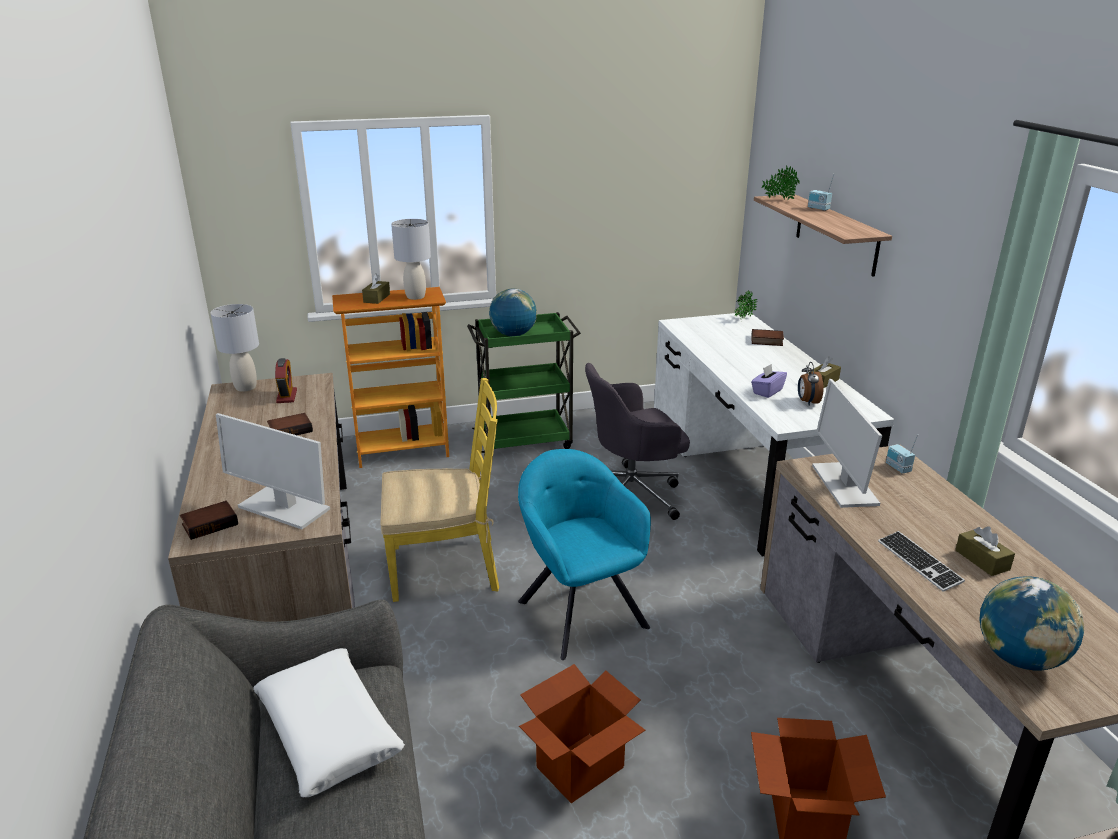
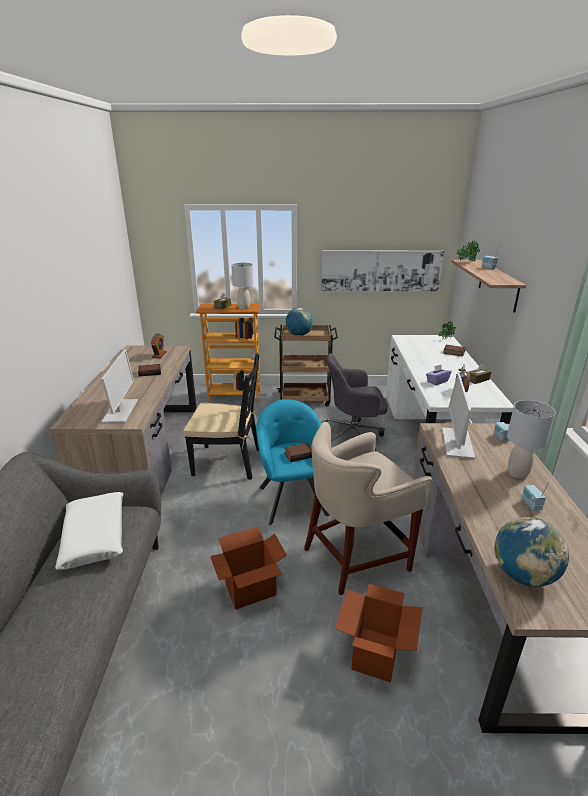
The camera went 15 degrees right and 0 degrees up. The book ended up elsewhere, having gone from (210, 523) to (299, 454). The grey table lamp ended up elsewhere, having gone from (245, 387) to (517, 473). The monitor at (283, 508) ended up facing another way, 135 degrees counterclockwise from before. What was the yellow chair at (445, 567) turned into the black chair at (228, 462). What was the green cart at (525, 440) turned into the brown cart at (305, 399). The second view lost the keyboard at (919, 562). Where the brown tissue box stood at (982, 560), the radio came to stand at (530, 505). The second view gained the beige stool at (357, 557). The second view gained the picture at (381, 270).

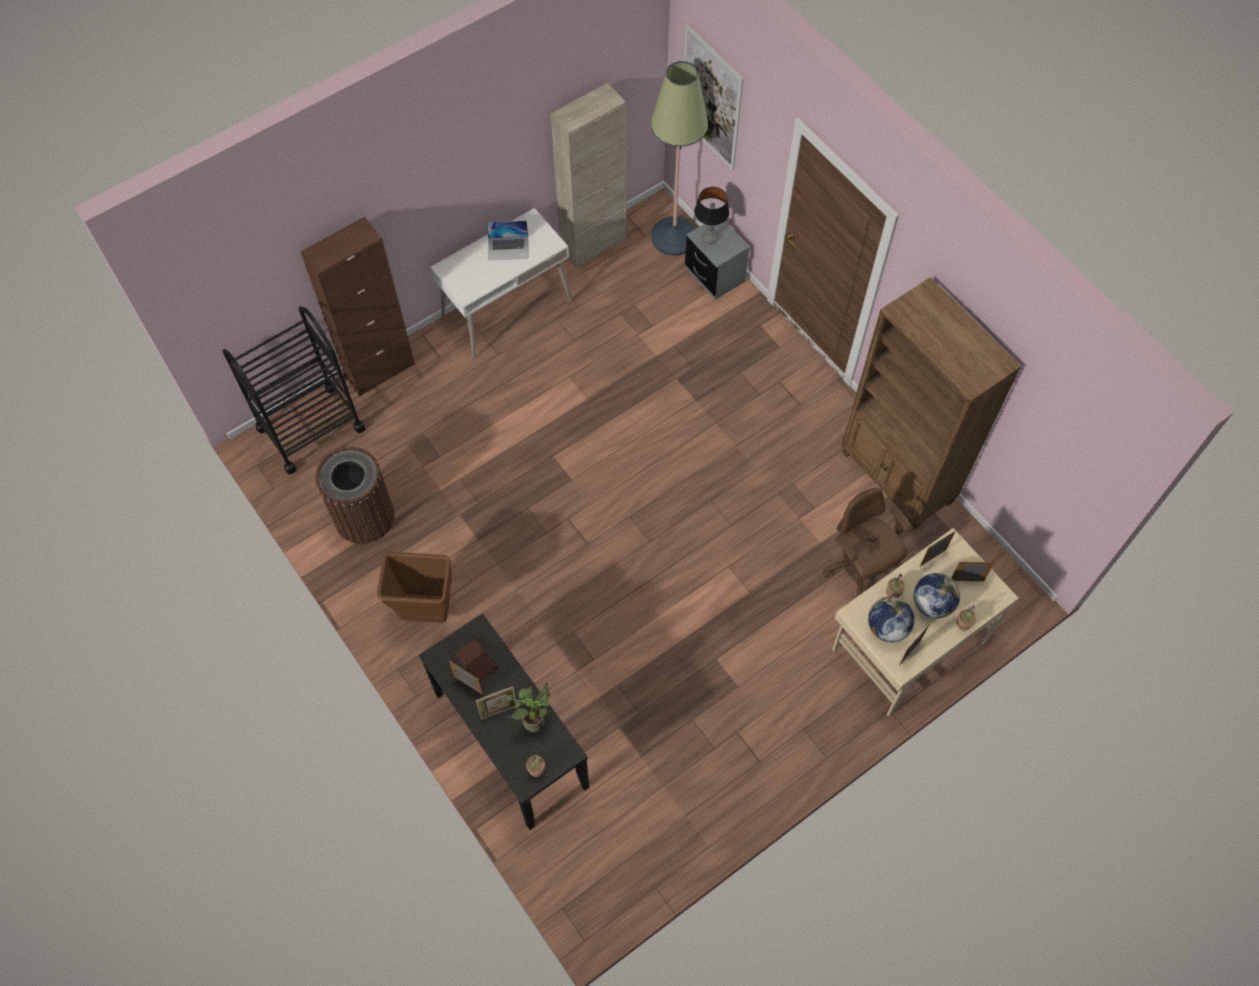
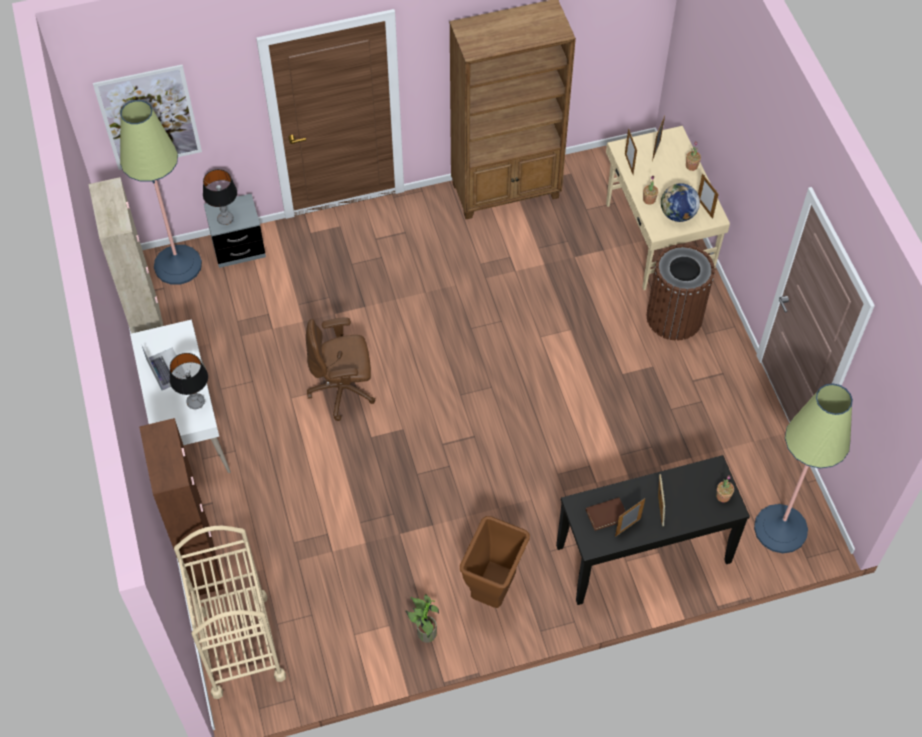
The camera went 70 degrees left and 5 degrees down. What was the black cart at (311, 428) turned into the beige cart at (239, 645). The brown trash can ended up elsewhere, having gone from (364, 517) to (674, 317). The laptop at (508, 248) ended up facing another way, 45 degrees counterclockwise from before. The potted plant ended up elsewhere, having gone from (534, 719) to (424, 633). The brown office chair ended up elsewhere, having gone from (859, 567) to (343, 390). The second view lost the globe at (932, 603). The second view gained the table lamp at (195, 402). The second view gained the floor lamp at (780, 529).

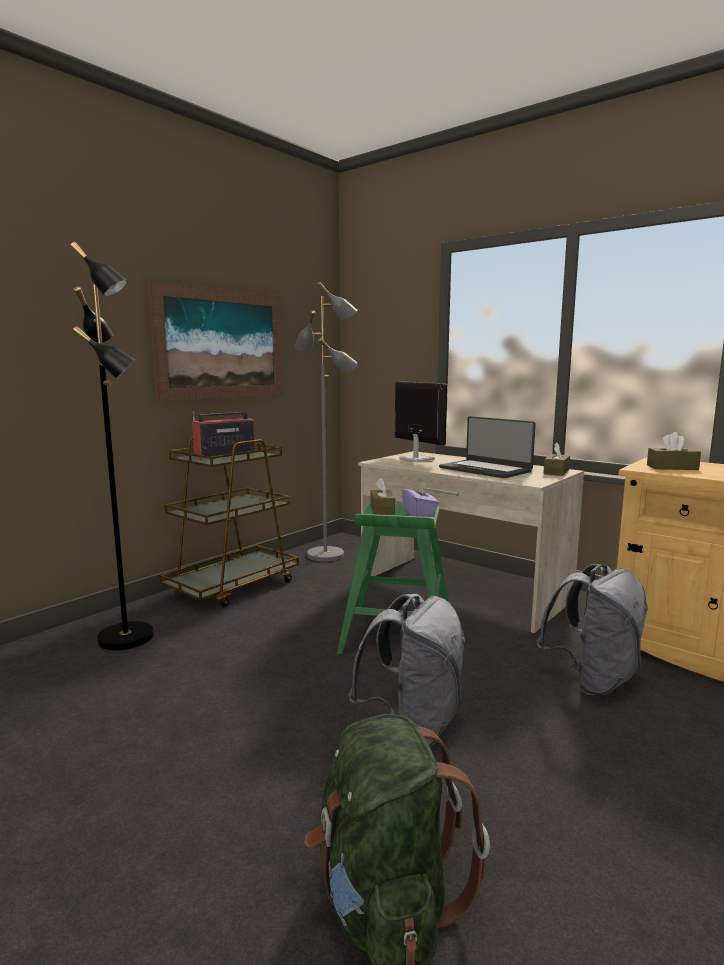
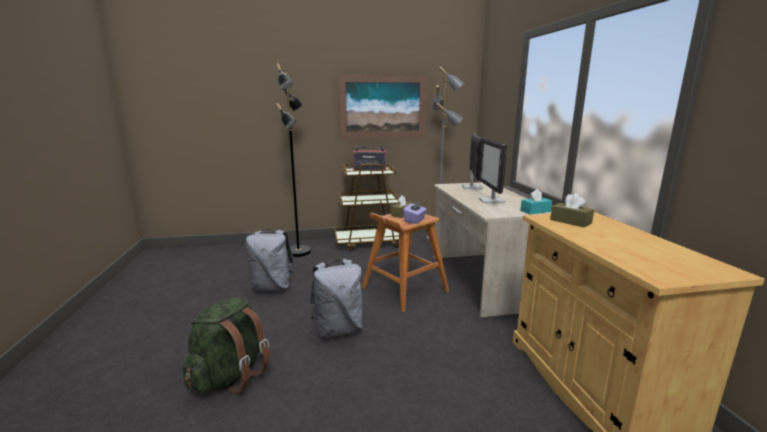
The camera went 40 degrees right and 5 degrees up. What was the green stool at (397, 634) turned into the brown stool at (404, 289). Where the laptop stood at (485, 469), the monitor came to stand at (492, 201). The grey backpack ended up elsewhere, having gone from (593, 680) to (272, 287). What was the brown tissue box at (556, 472) turned into the turquoise tissue box at (535, 211).

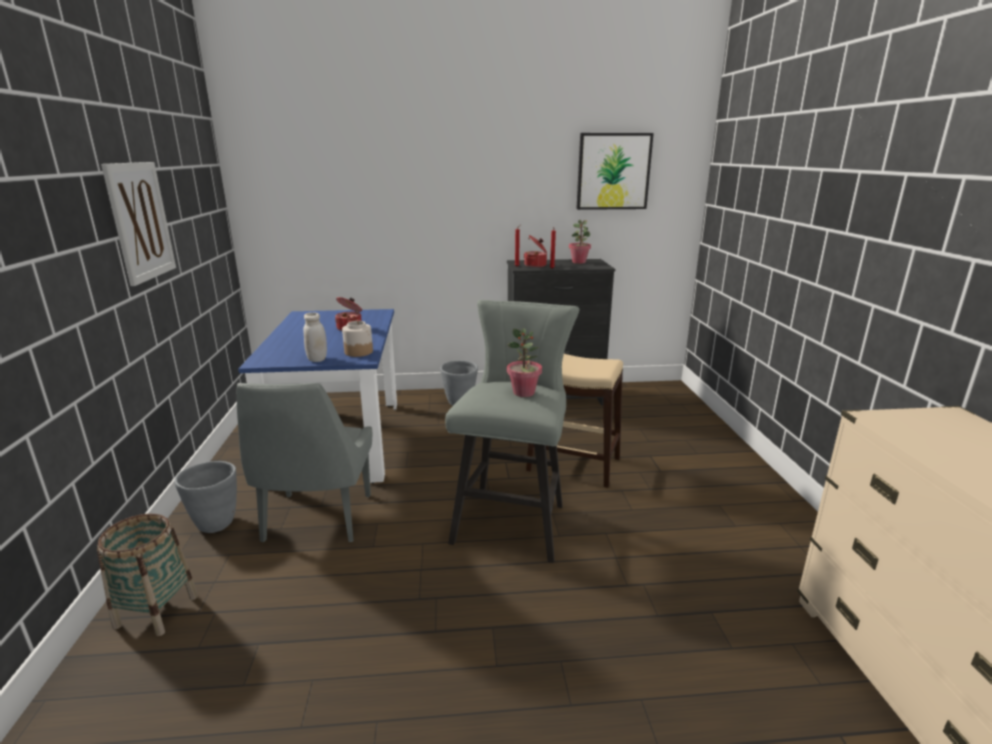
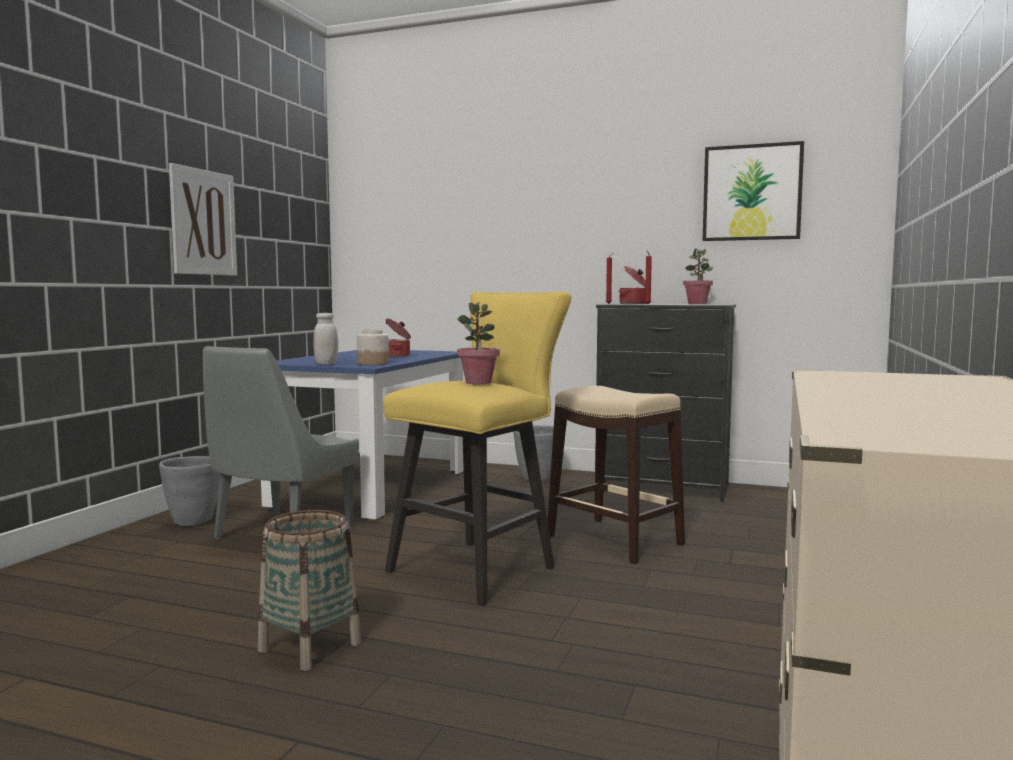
The camera went 25 degrees right and 15 degrees down. The basket ended up elsewhere, having gone from (156, 611) to (310, 647). What was the grey stool at (513, 519) turned into the yellow stool at (480, 567).

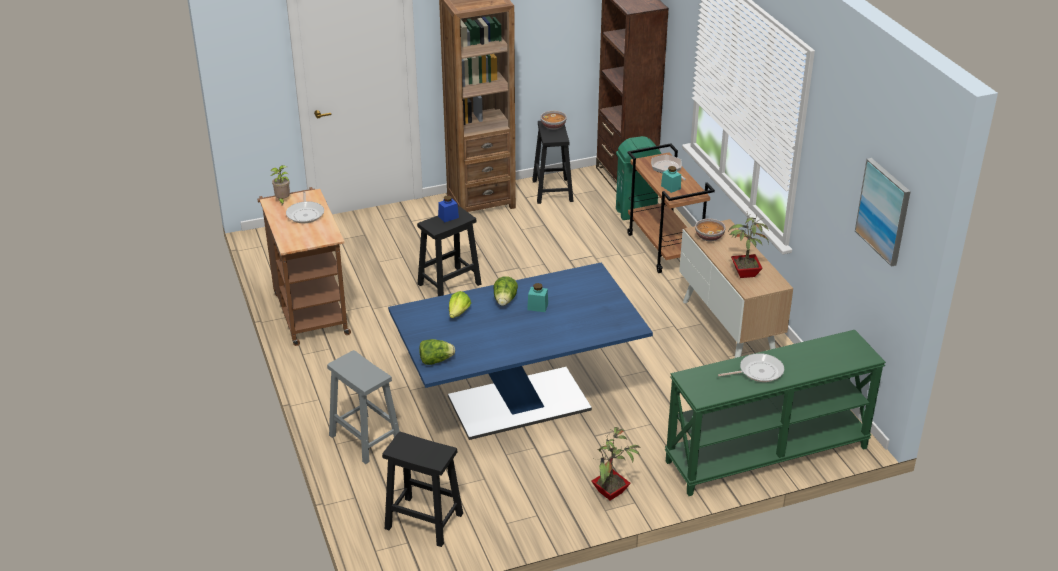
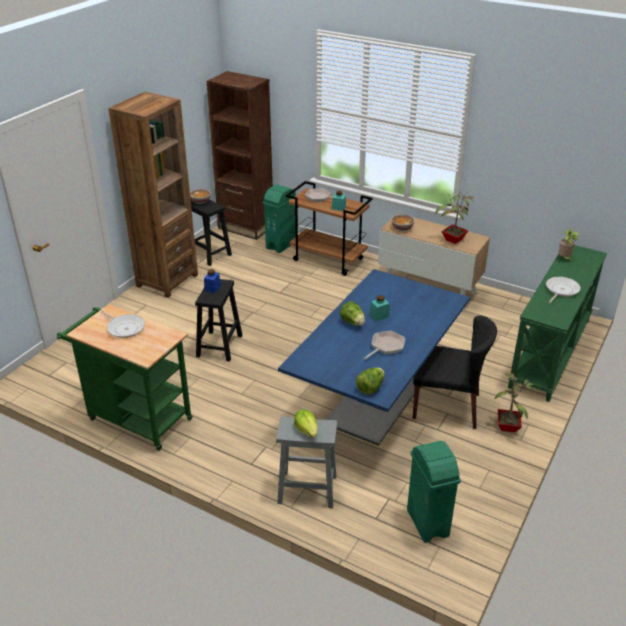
The camera went 40 degrees left and 0 degrees up. What was the brown cart at (309, 310) turned into the green cart at (135, 418). The potted plant ended up elsewhere, having gone from (282, 201) to (564, 259). Where the black stool stood at (422, 521), the green trash can came to stand at (427, 523). The lettuce ended up elsewhere, having gone from (458, 313) to (307, 430). The second view lost the picture at (884, 211). The second view gained the frying pan at (386, 346). The second view gained the black chair at (447, 406).

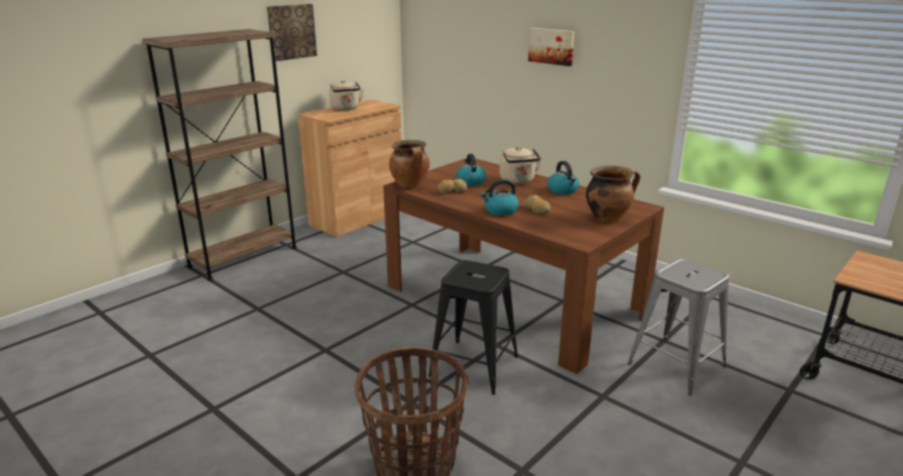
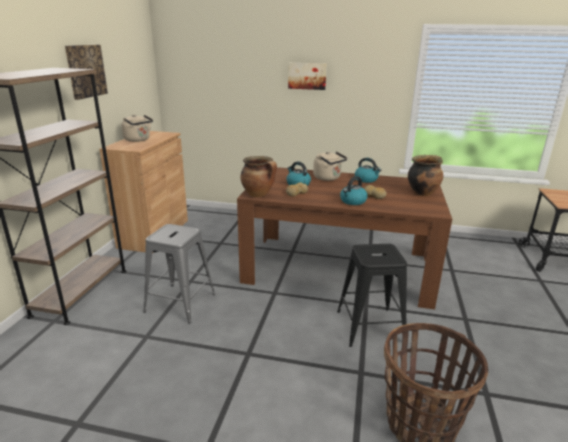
The camera went 30 degrees left and 0 degrees up. The grey stool ended up elsewhere, having gone from (676, 364) to (180, 302).

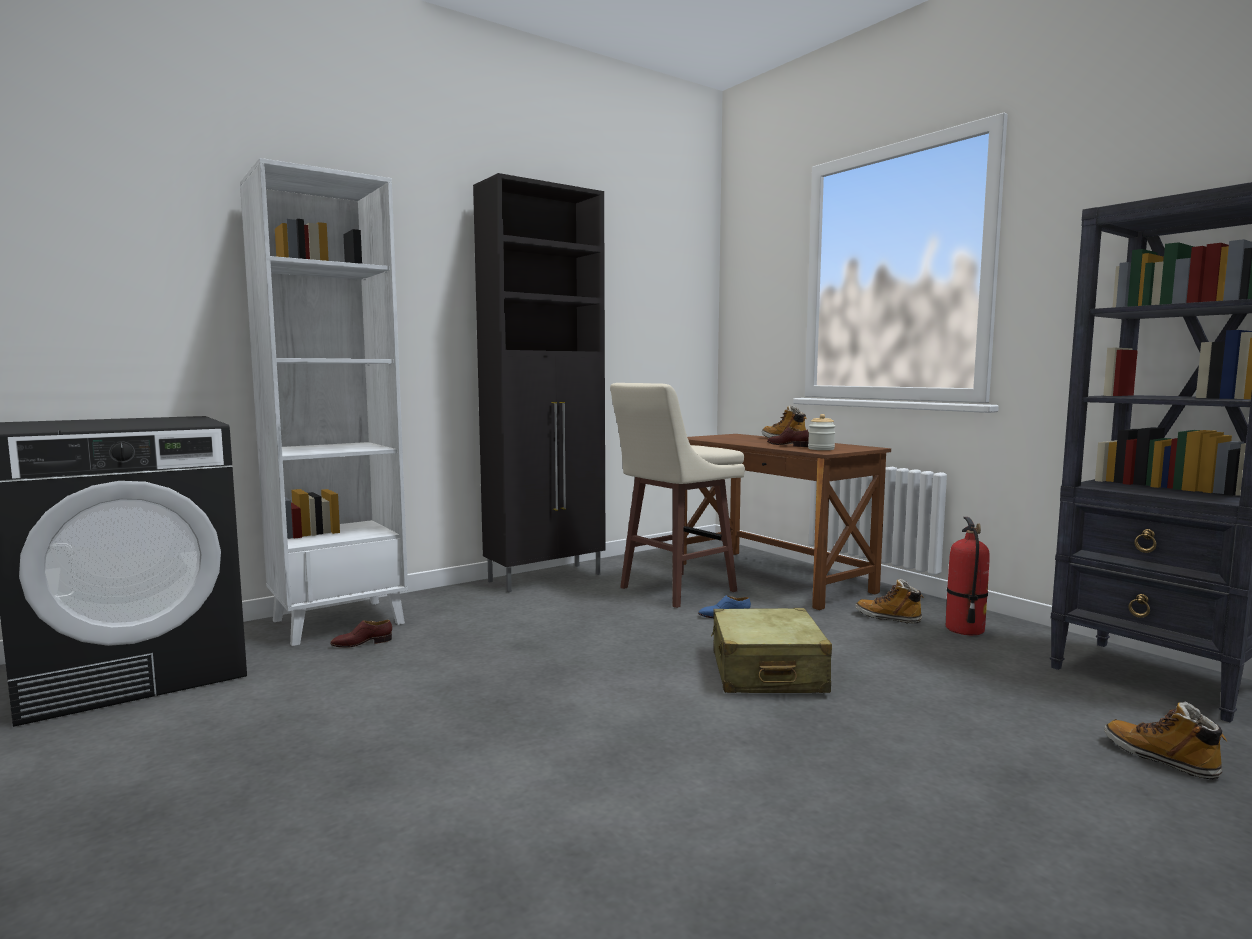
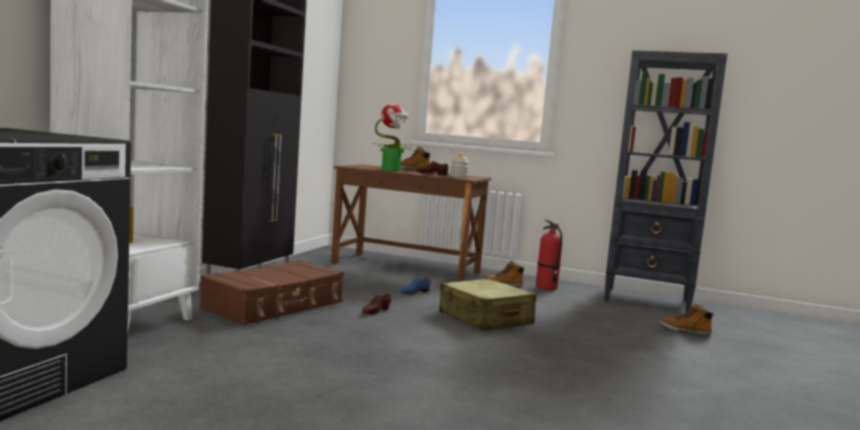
The camera went 35 degrees left and 0 degrees up. The brown shoe ended up elsewhere, having gone from (362, 643) to (375, 311). The second view lost the beige stool at (674, 590). The second view gained the brown suitcase at (275, 306). The second view gained the potted plant at (391, 170).

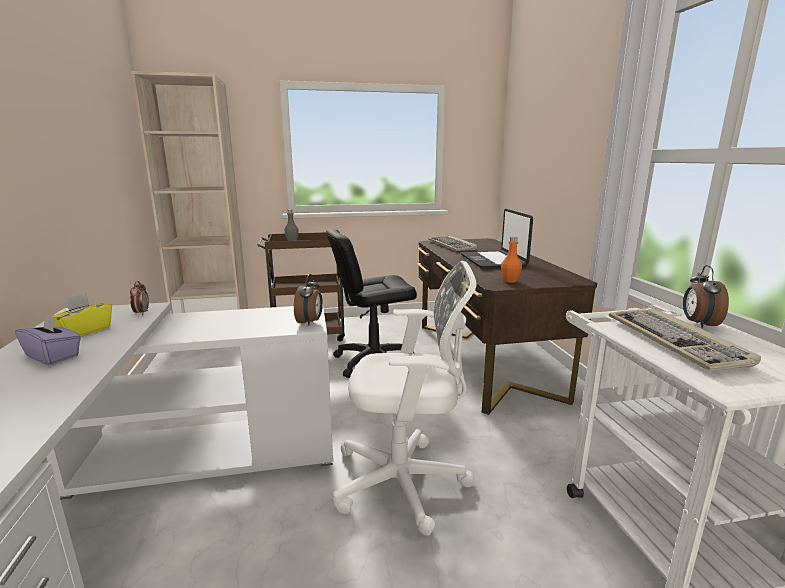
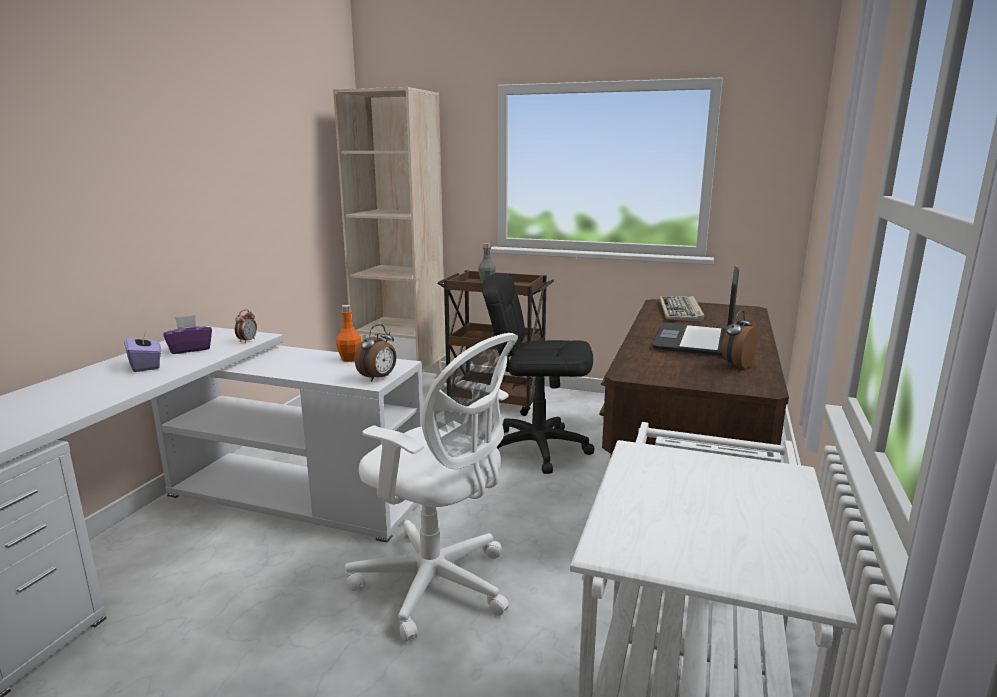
The camera went 30 degrees right and 0 degrees up. What was the yellow tissue box at (84, 331) turned into the purple tissue box at (190, 349). The orange bottle ended up elsewhere, having gone from (510, 281) to (350, 359). The second view lost the keyboard at (676, 341). The alarm clock ended up elsewhere, having gone from (698, 324) to (736, 365).

